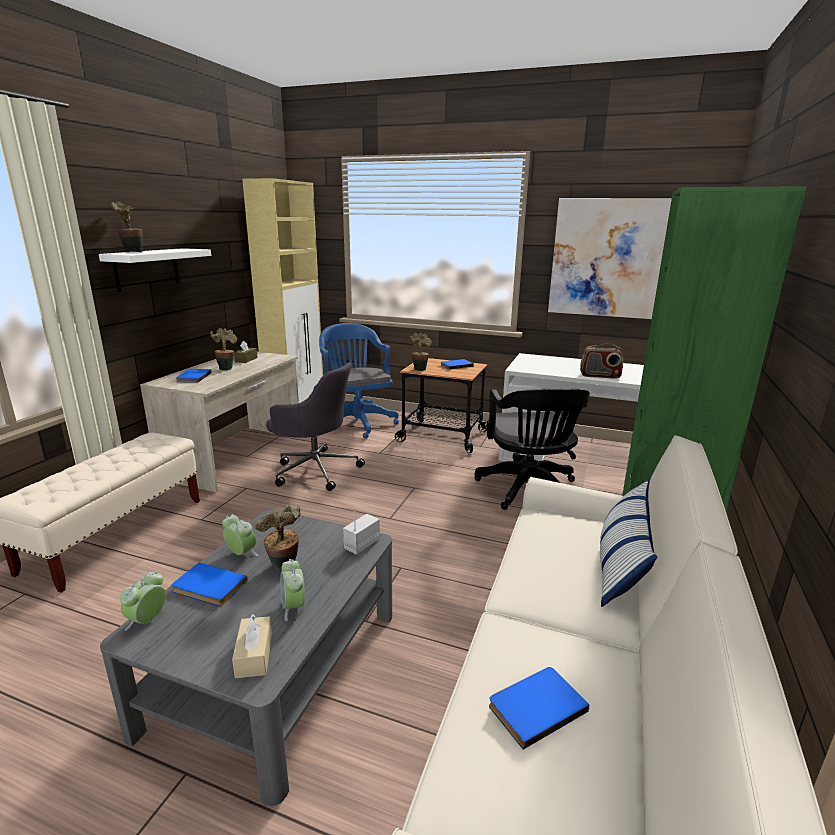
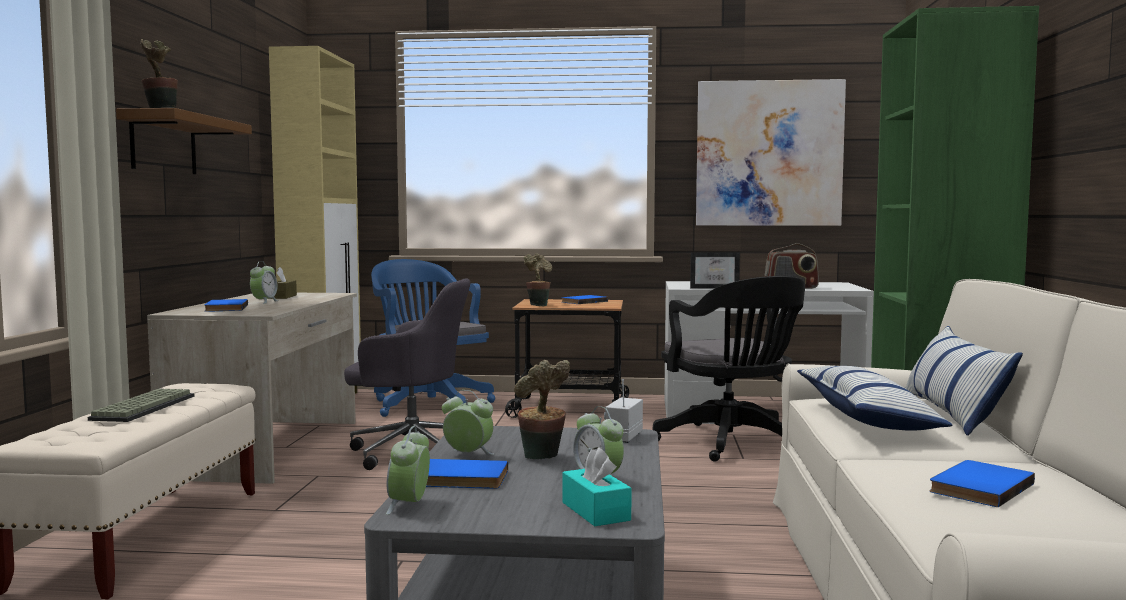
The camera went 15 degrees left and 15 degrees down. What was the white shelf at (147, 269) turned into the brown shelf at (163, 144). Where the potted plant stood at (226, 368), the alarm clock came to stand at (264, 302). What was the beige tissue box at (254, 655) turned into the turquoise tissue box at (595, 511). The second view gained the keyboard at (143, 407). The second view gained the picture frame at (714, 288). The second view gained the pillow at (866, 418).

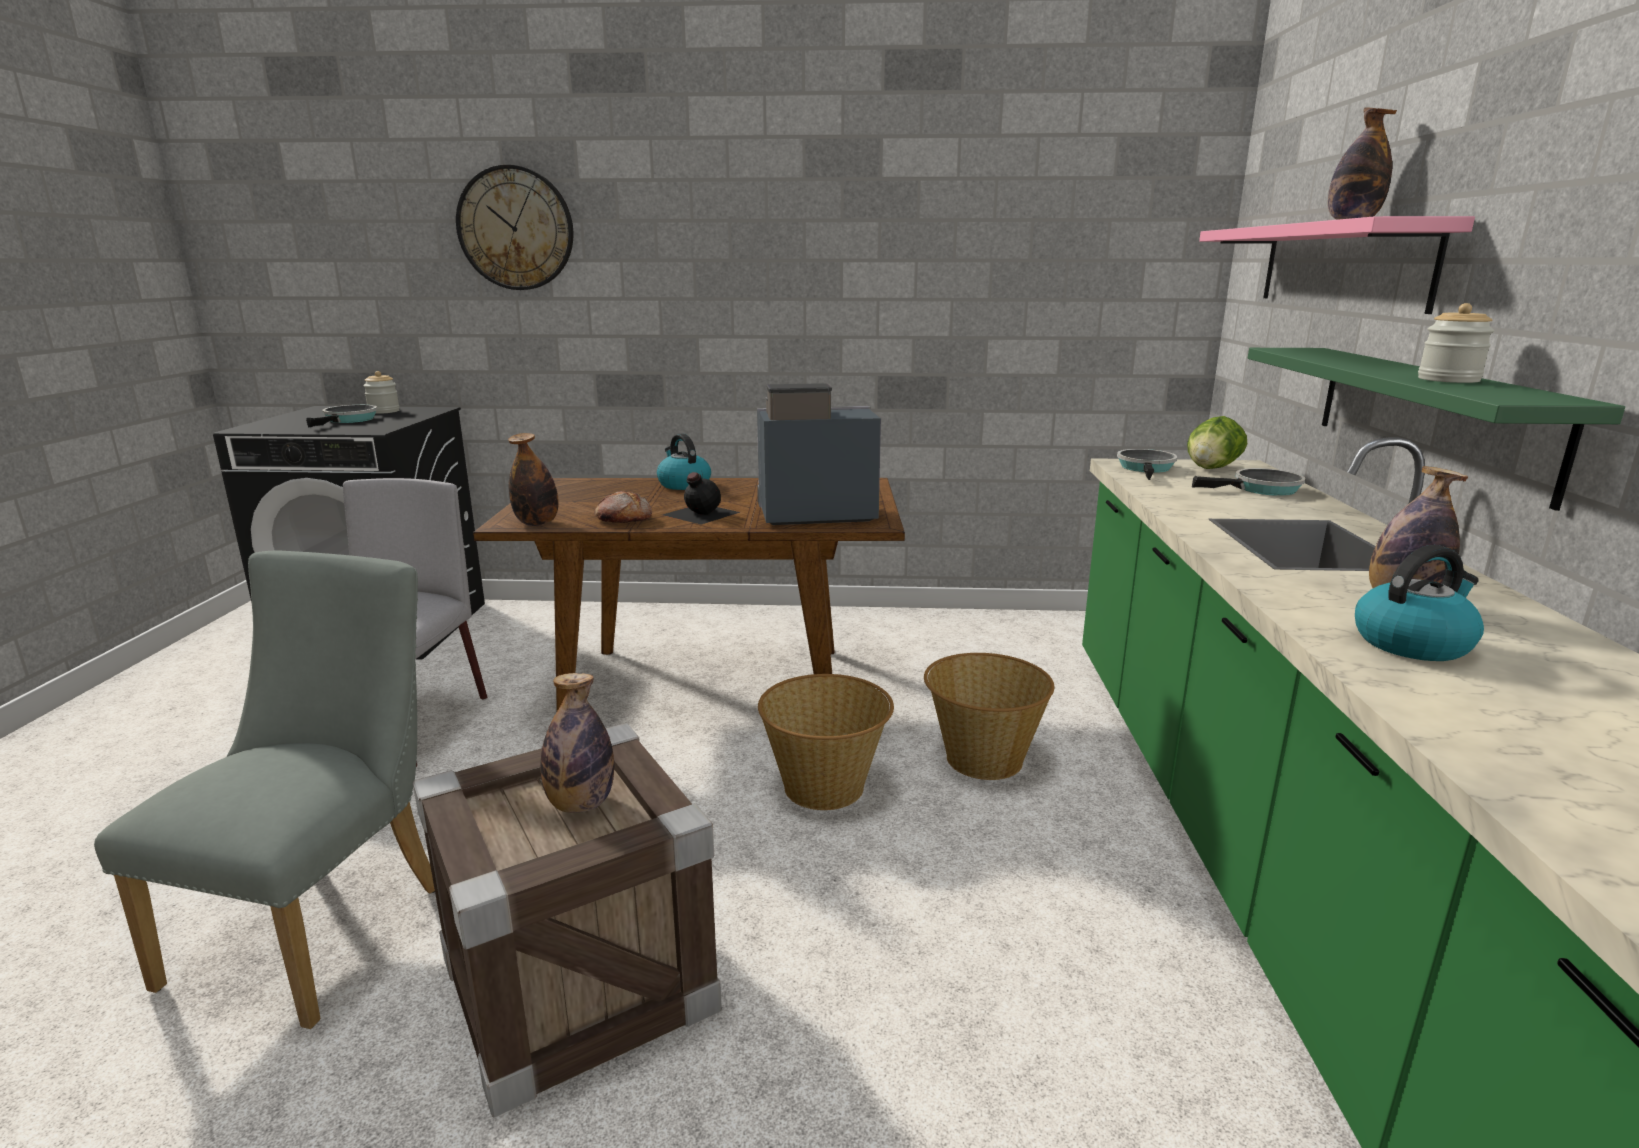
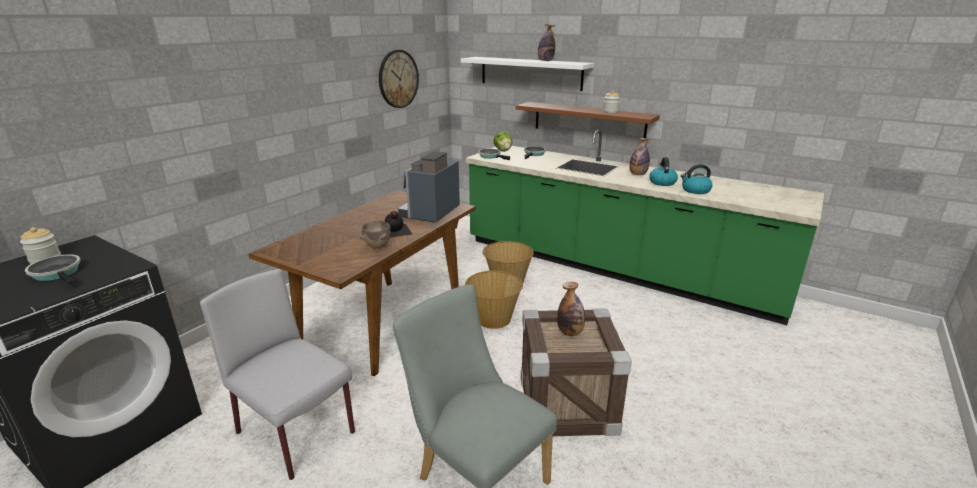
The camera went 60 degrees left and 5 degrees up. The wall clock ended up elsewhere, having gone from (516, 228) to (398, 79). The second view lost the bottle at (537, 523). Where the bread stood at (623, 519), the brown bowl came to stand at (377, 247). The kettle ended up elsewhere, having gone from (683, 484) to (695, 190). What was the pink shelf at (1341, 265) turned into the white shelf at (530, 73). What was the green shelf at (1427, 415) turned into the brown shelf at (588, 121).

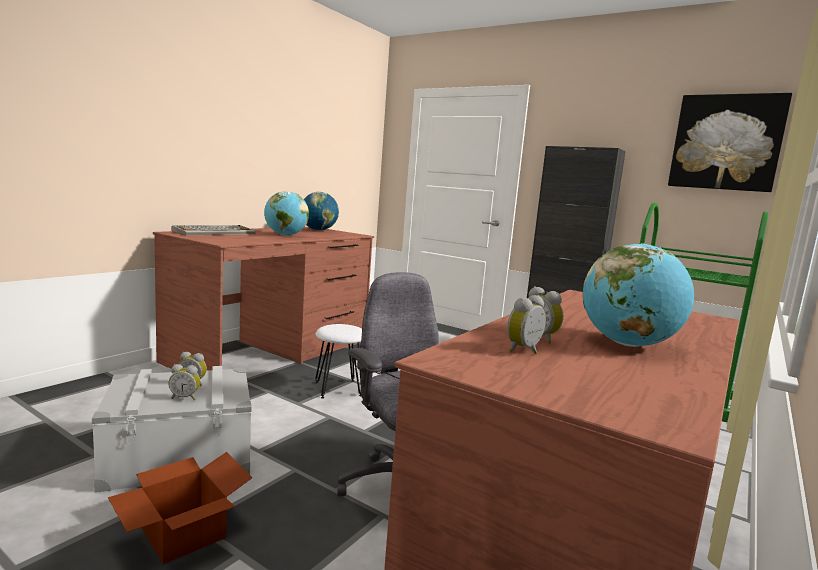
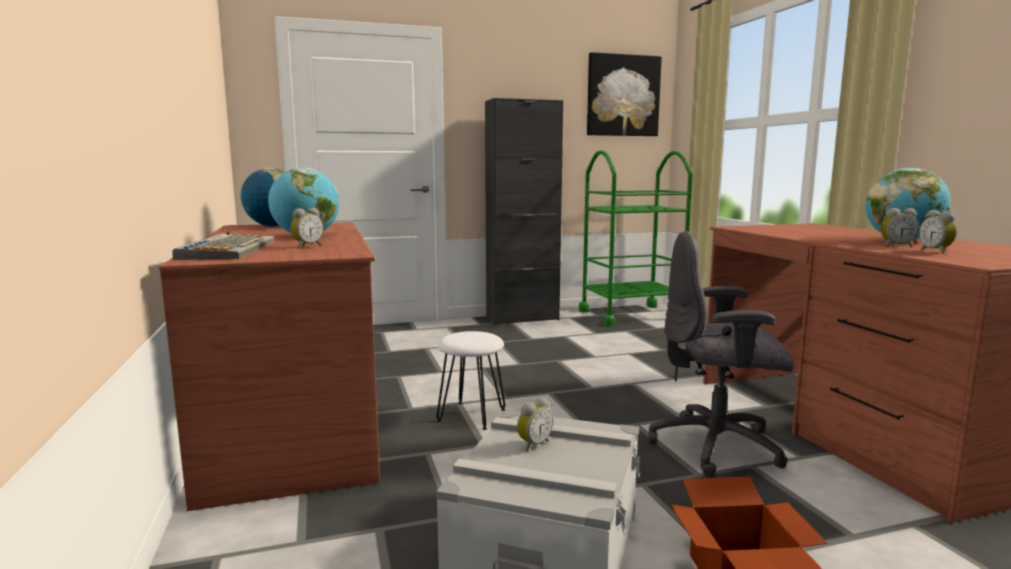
The camera went 50 degrees left and 0 degrees up. The alarm clock ended up elsewhere, having gone from (185, 397) to (307, 246).

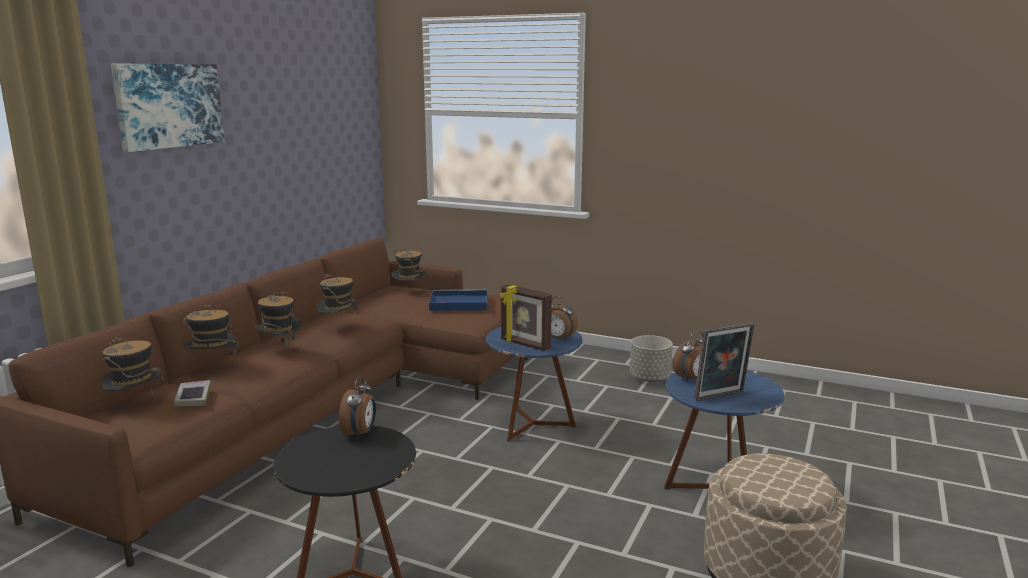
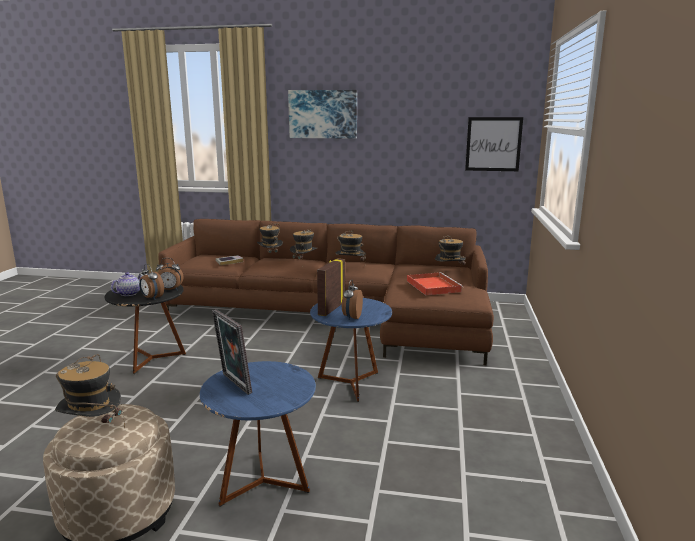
The camera went 75 degrees right and 0 degrees up. The hat ended up elsewhere, having gone from (136, 405) to (93, 431). What was the blue tray at (457, 303) turned into the red tray at (432, 286). The second view lost the grey planter at (649, 378). The alarm clock ended up elsewhere, having gone from (692, 379) to (151, 298). The second view gained the teapot at (129, 293). The second view gained the picture at (493, 144).

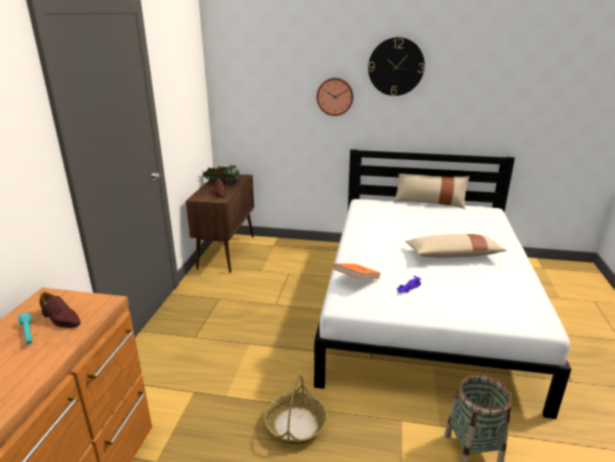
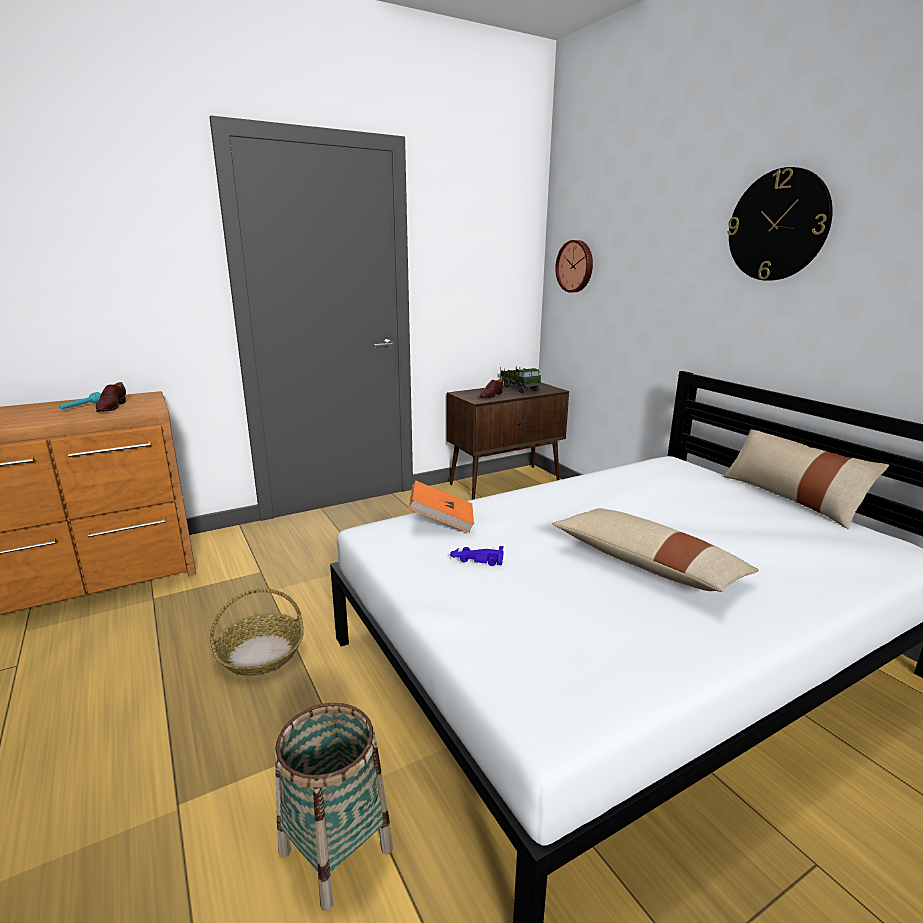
The camera went 50 degrees right and 5 degrees down. The wall clock ended up elsewhere, having gone from (335, 96) to (575, 266).

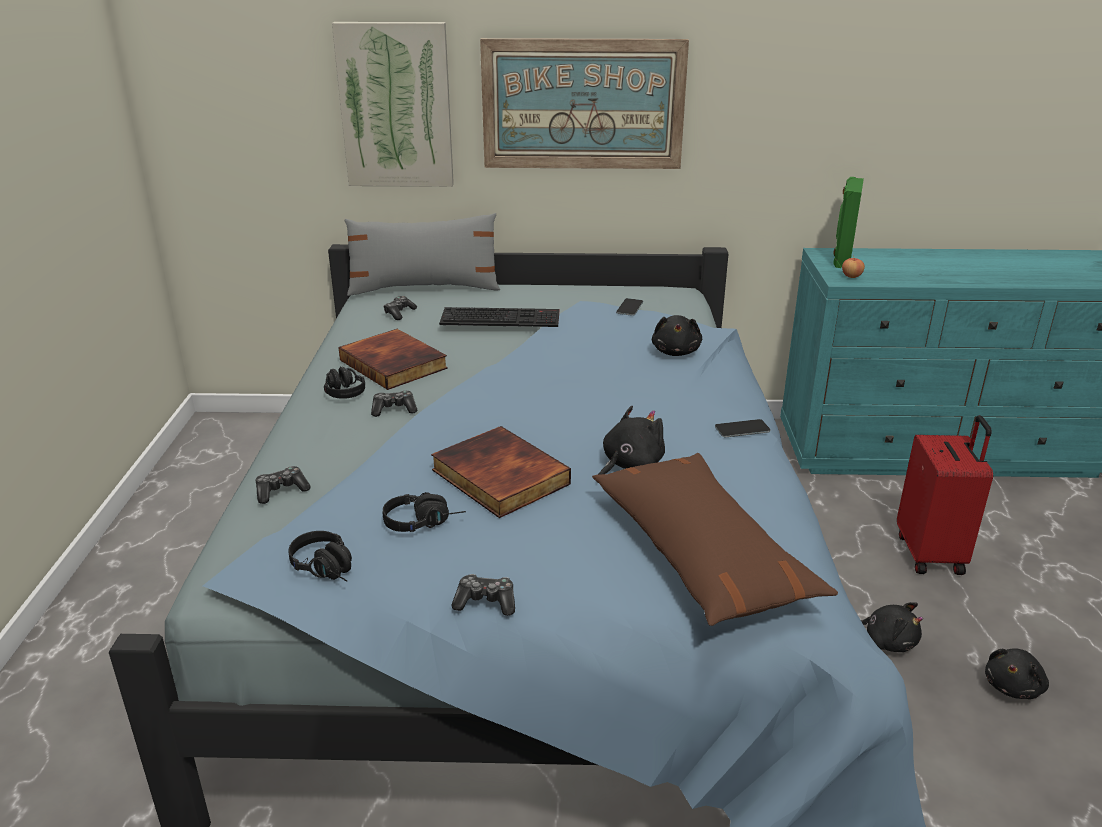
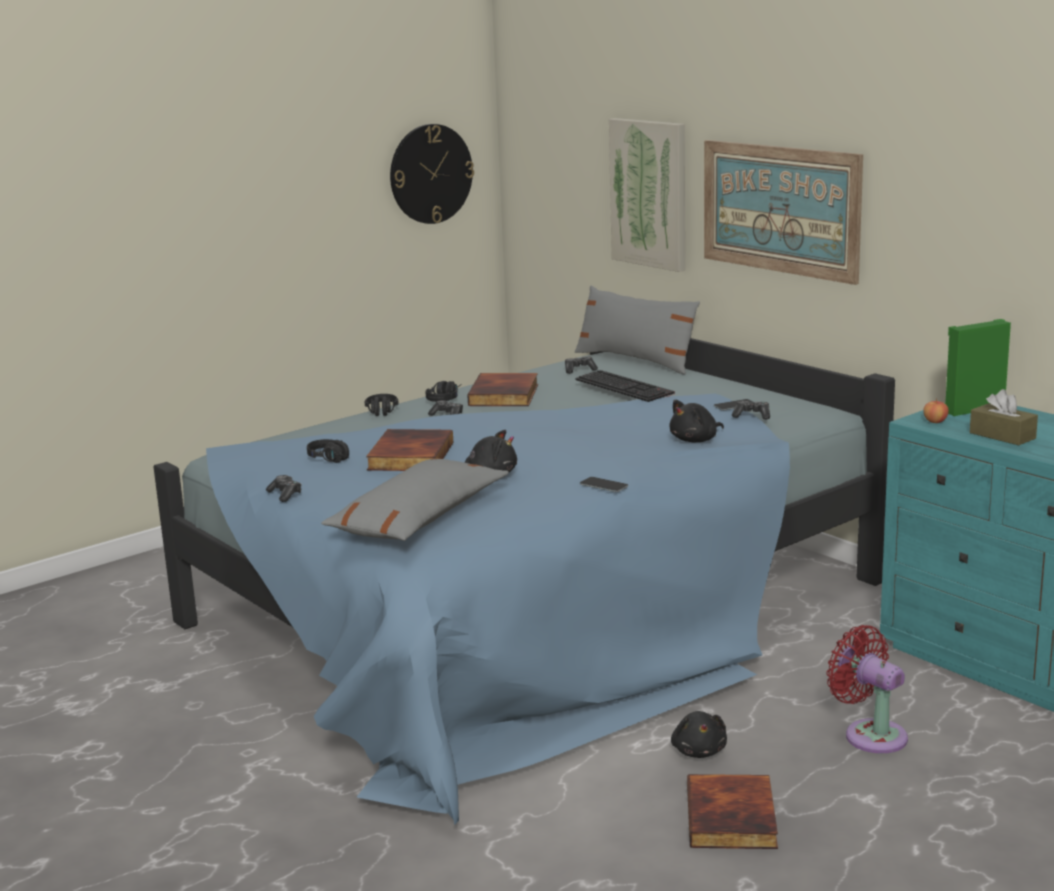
The camera went 50 degrees right and 10 degrees down. The game controller ended up elsewhere, having gone from (281, 491) to (752, 416). The black headphones ended up elsewhere, having gone from (329, 569) to (381, 413). What was the brown pillow at (700, 554) turned into the grey pillow at (418, 519). Where the red suitcase stood at (931, 554), the red fan came to stand at (870, 734). Where the black plush toy stood at (1013, 687), the book came to stand at (733, 818). The second view gained the wall clock at (430, 174). The second view gained the brown tissue box at (1002, 435).

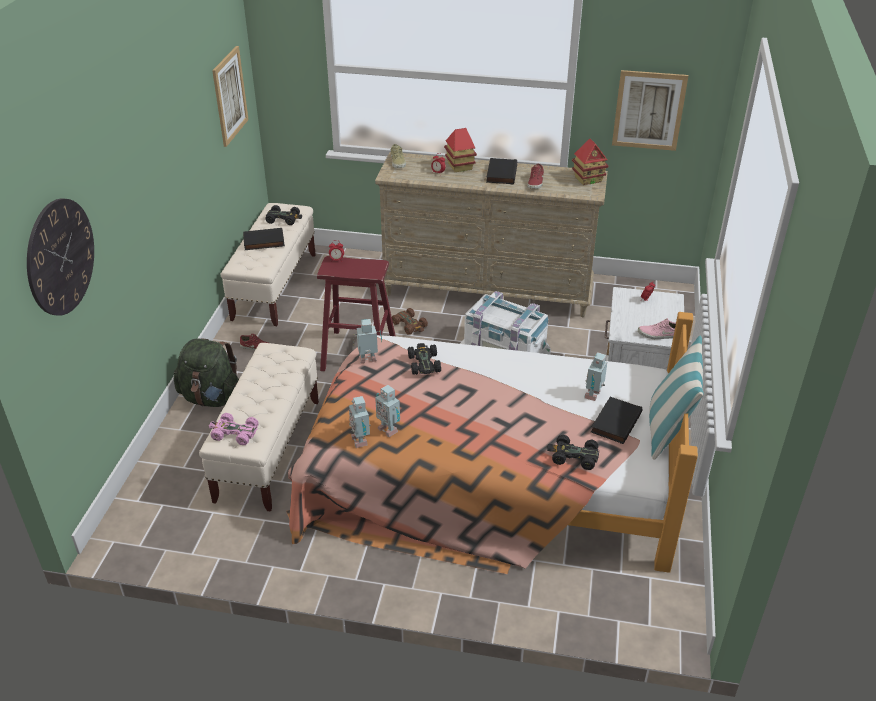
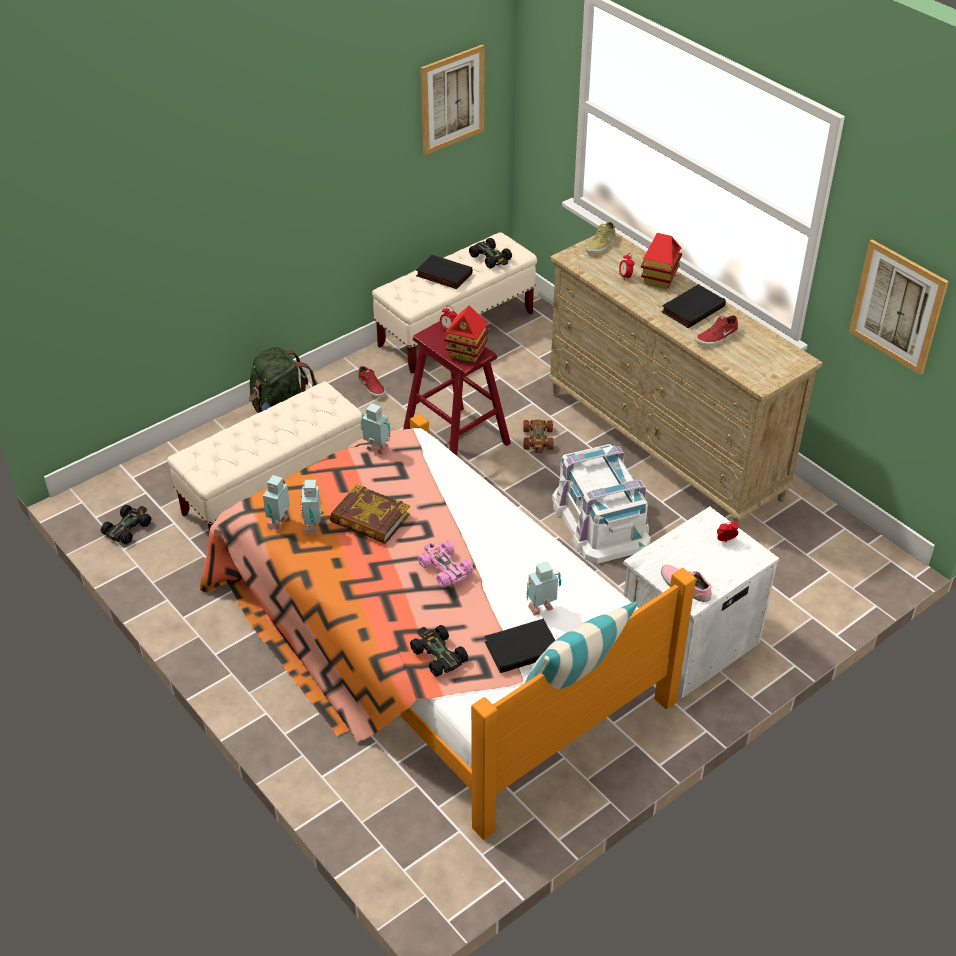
The camera went 40 degrees right and 5 degrees up. The second view lost the wall clock at (60, 257). The pink toy car ended up elsewhere, having gone from (234, 433) to (444, 568). The black toy car ended up elsewhere, having gone from (423, 363) to (127, 528). The toy house ended up elsewhere, having gone from (588, 179) to (467, 353). The second view gained the book at (370, 519).

